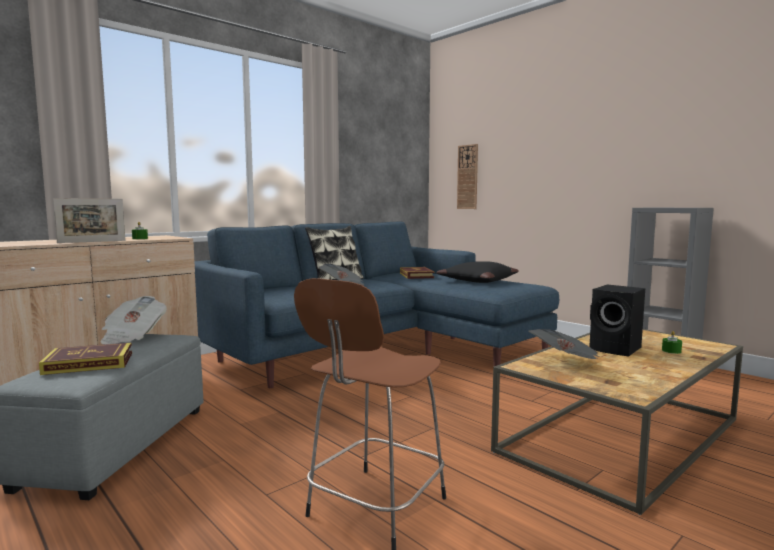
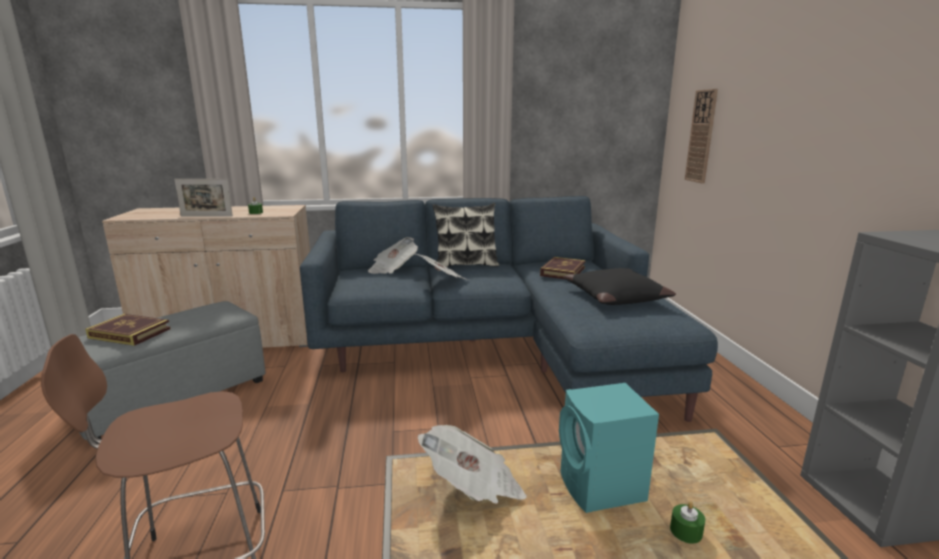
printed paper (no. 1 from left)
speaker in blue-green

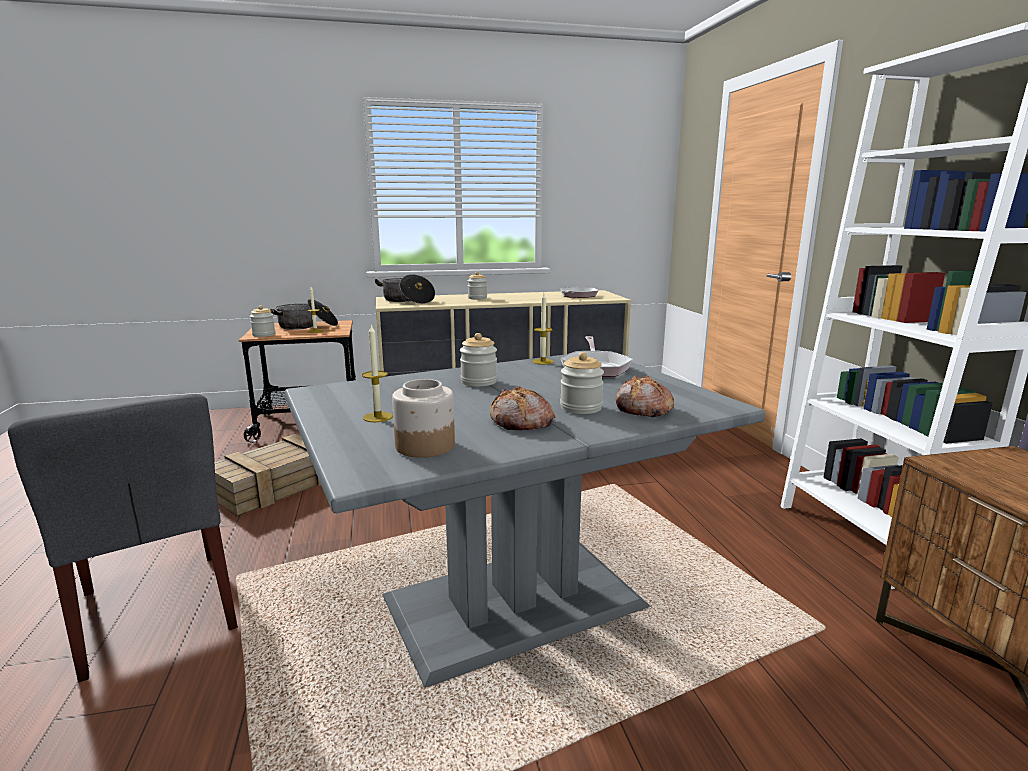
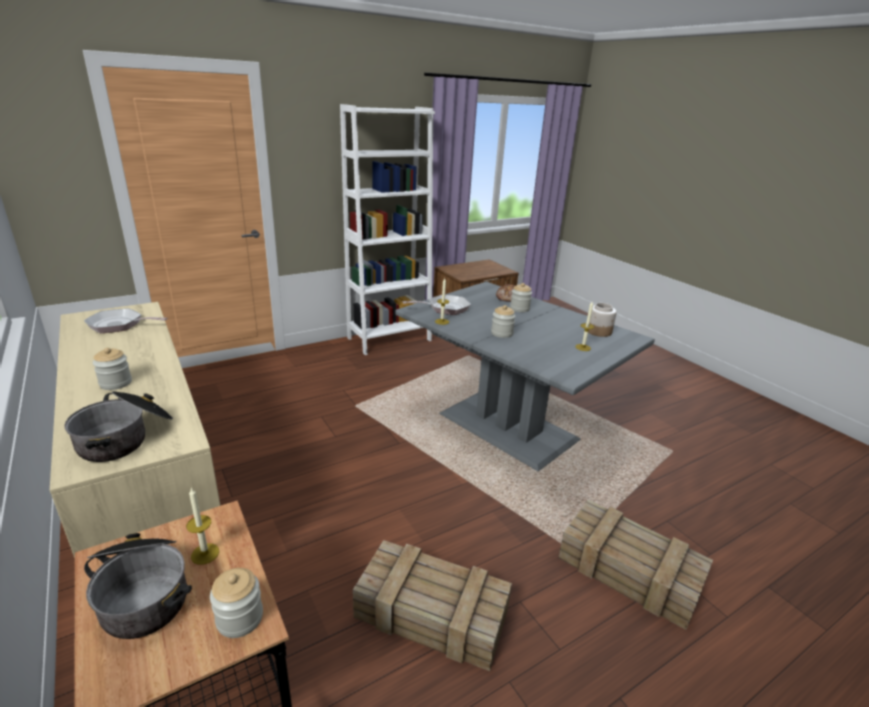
shipping crate (no. 2 from left)
bakery bread (no. 1 from left in the first image)

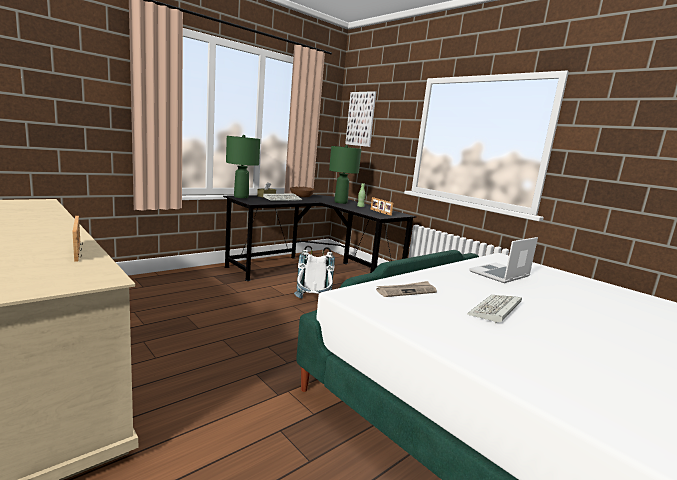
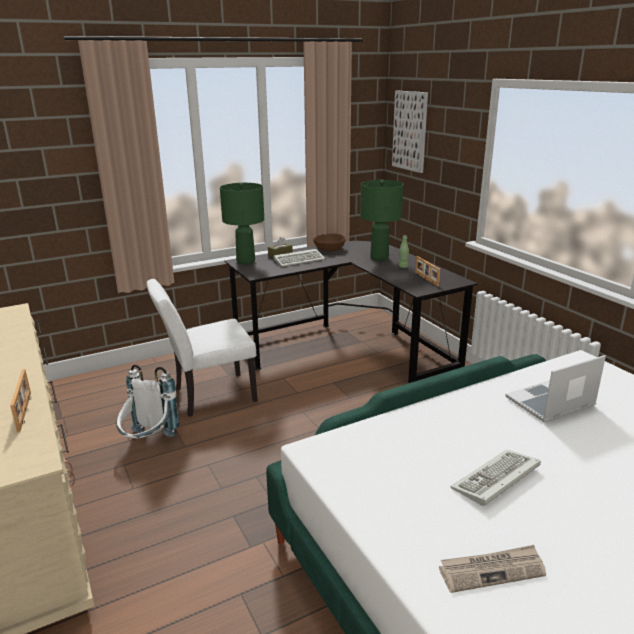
rucksack in whitish
printed paper
plain chair in whitish

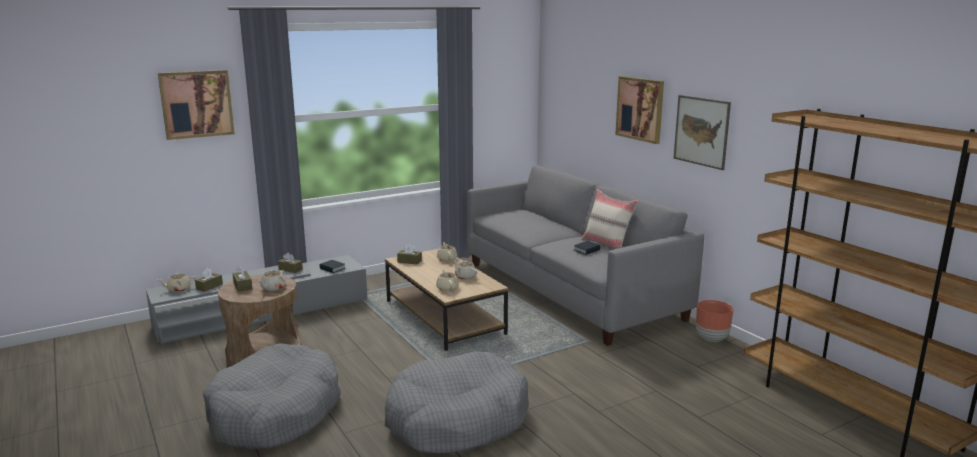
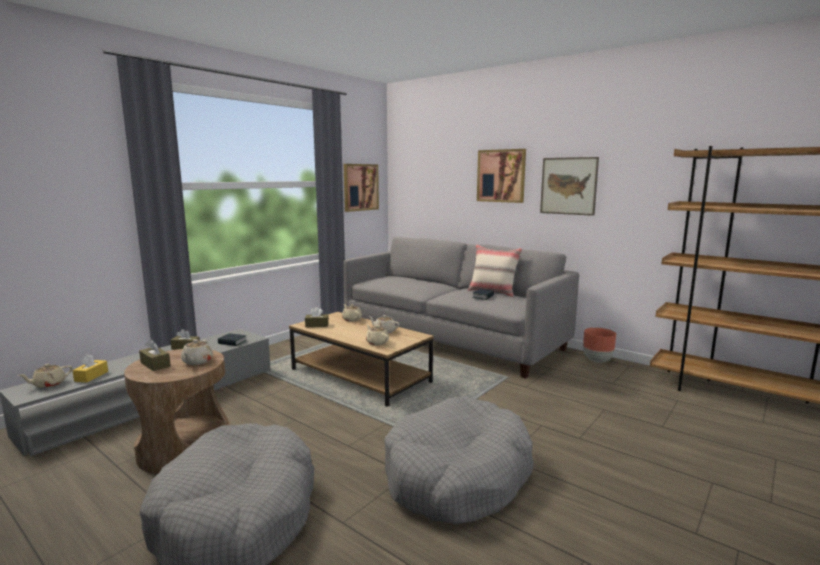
wall art (no. 1 from left)
tissue holder in yellow

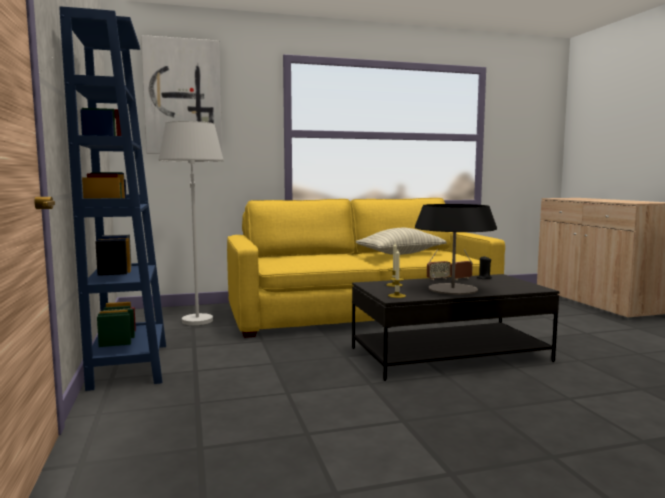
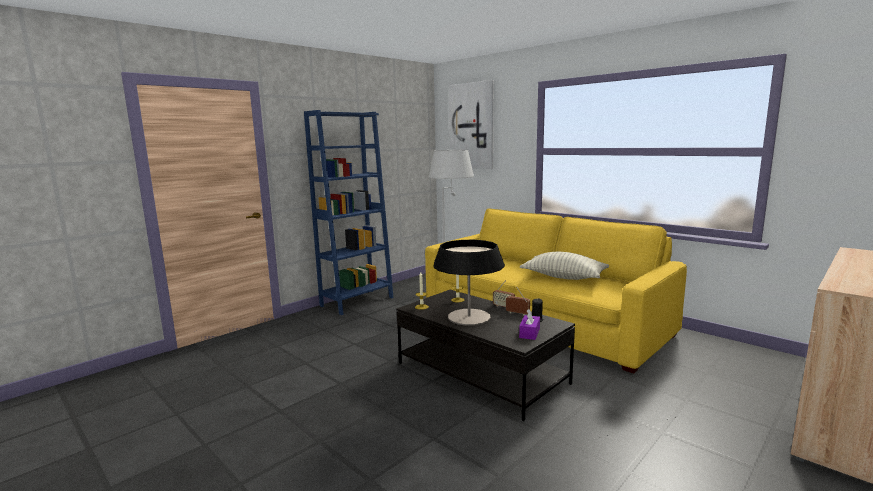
tissue holder in purple-coloured

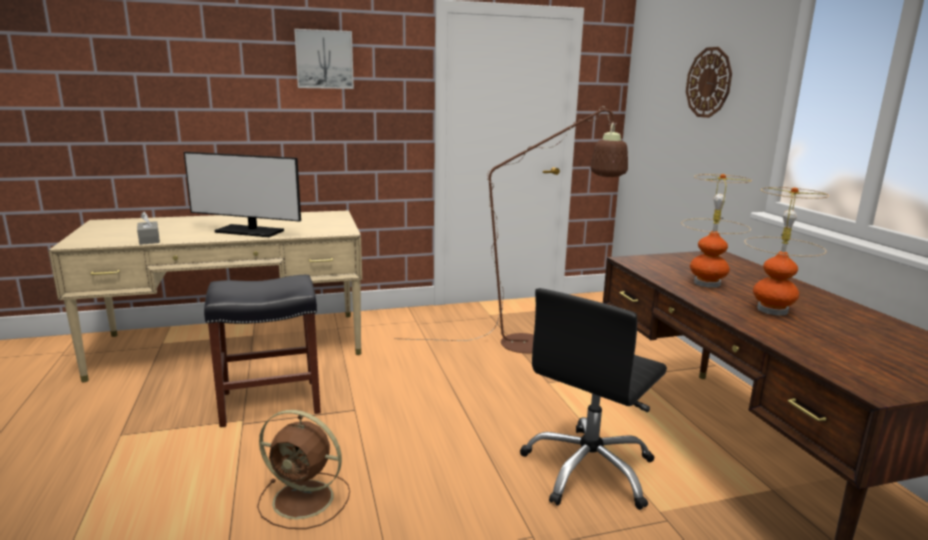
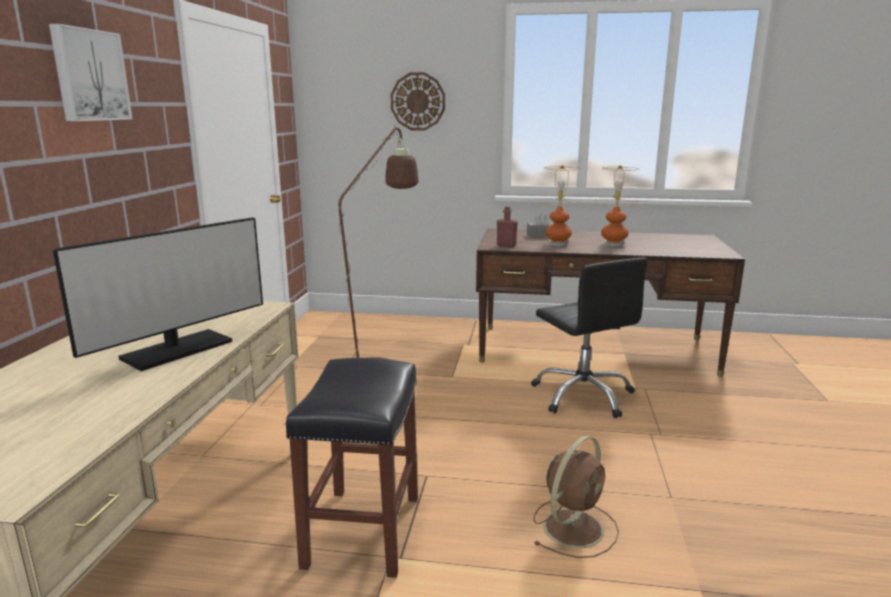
tissue holder in gray
bottle in red

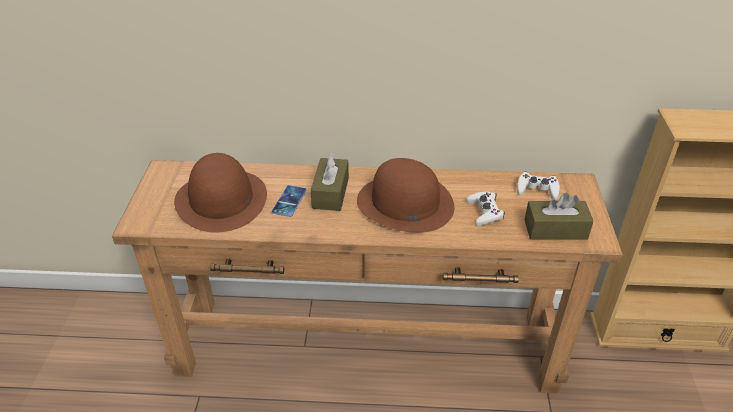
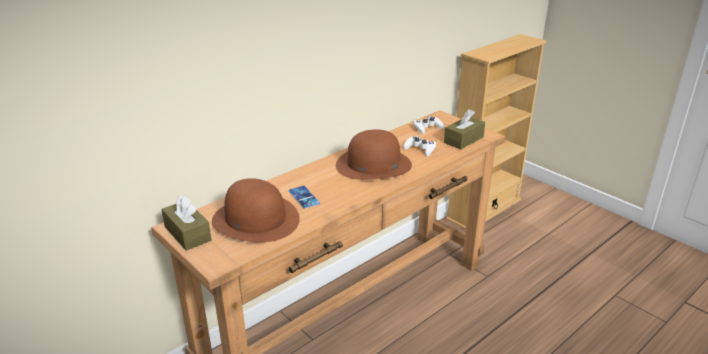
tissue holder in brown (no. 1 from left)

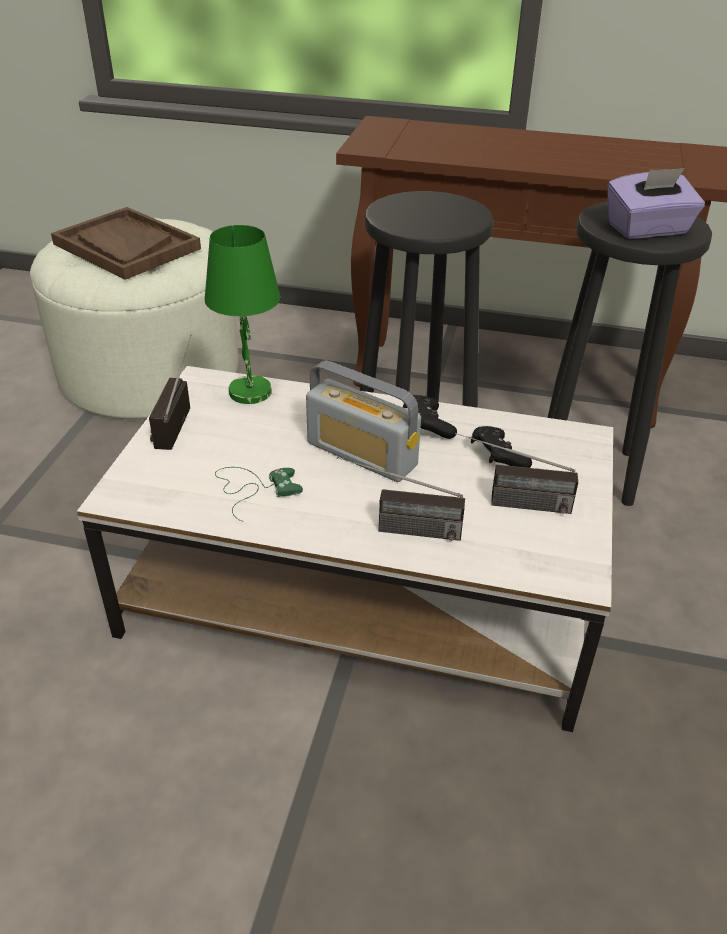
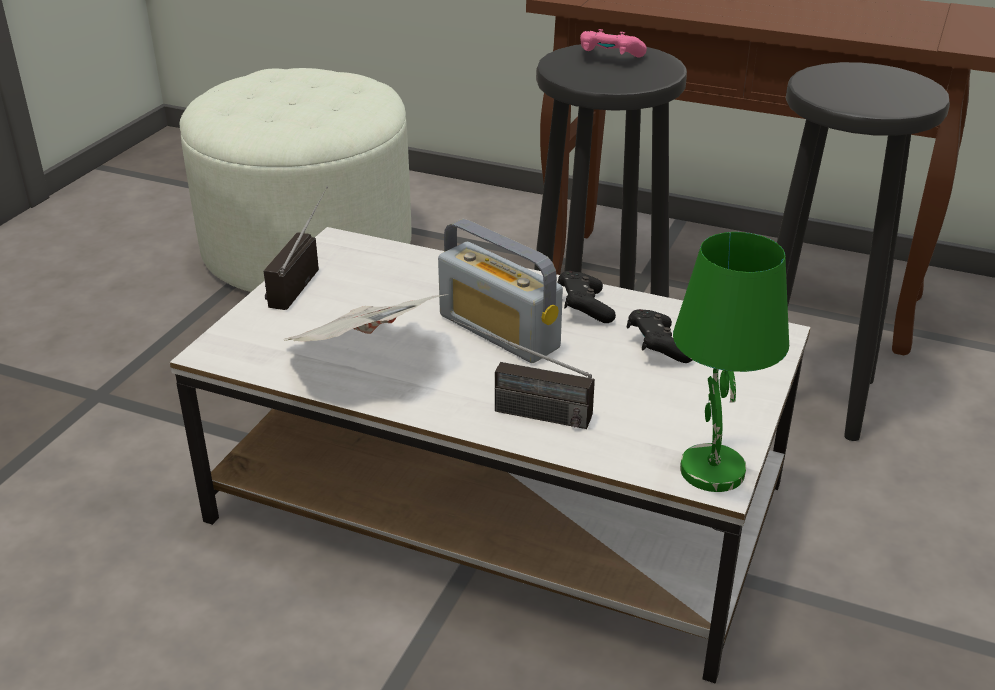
tray in brown
tabletop lamp in greenish
printed paper
radio (no. 4 from left in the first image)
tissue holder in purple-coloured
gamepad in pink

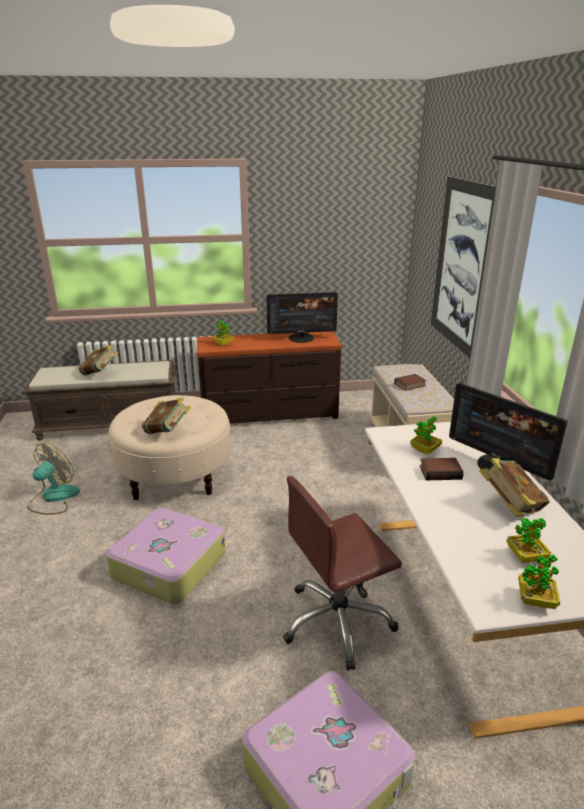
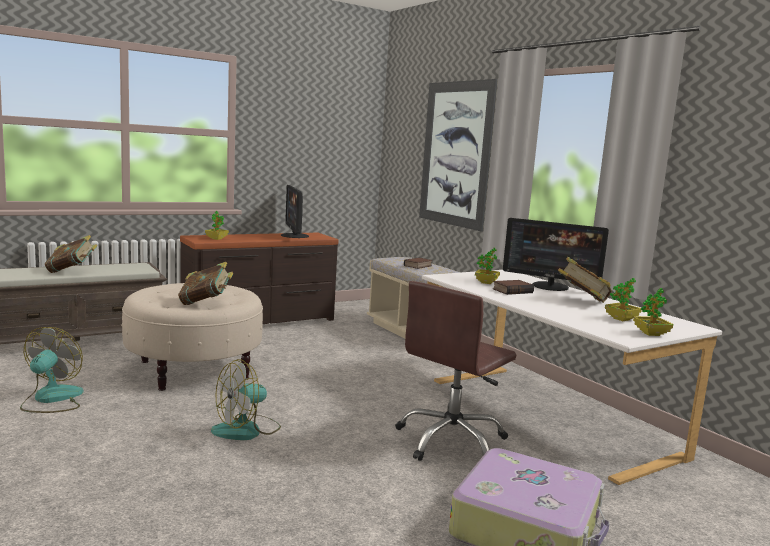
fan (no. 2 from left)
computer screen (no. 1 from left)

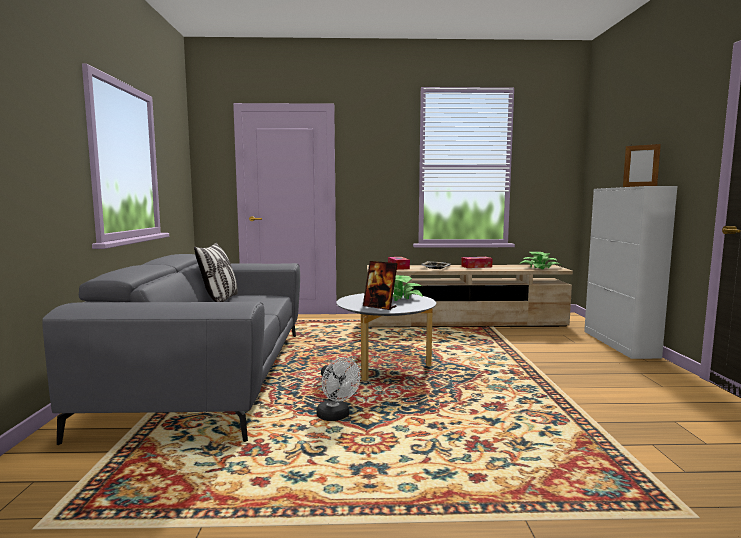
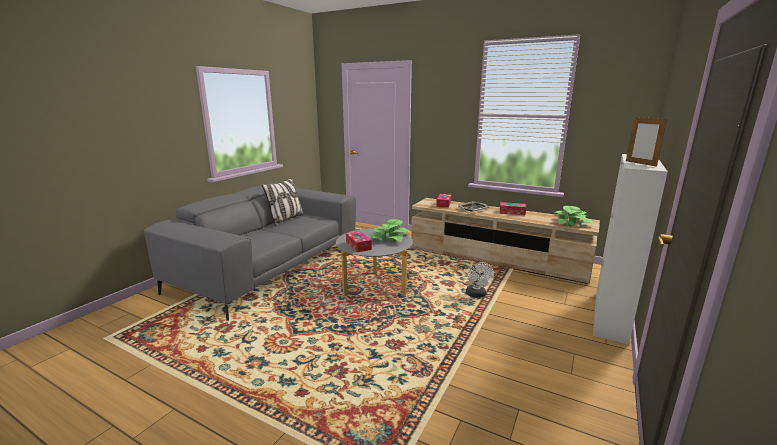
fan in whitish
tissue holder (no. 1 from left)

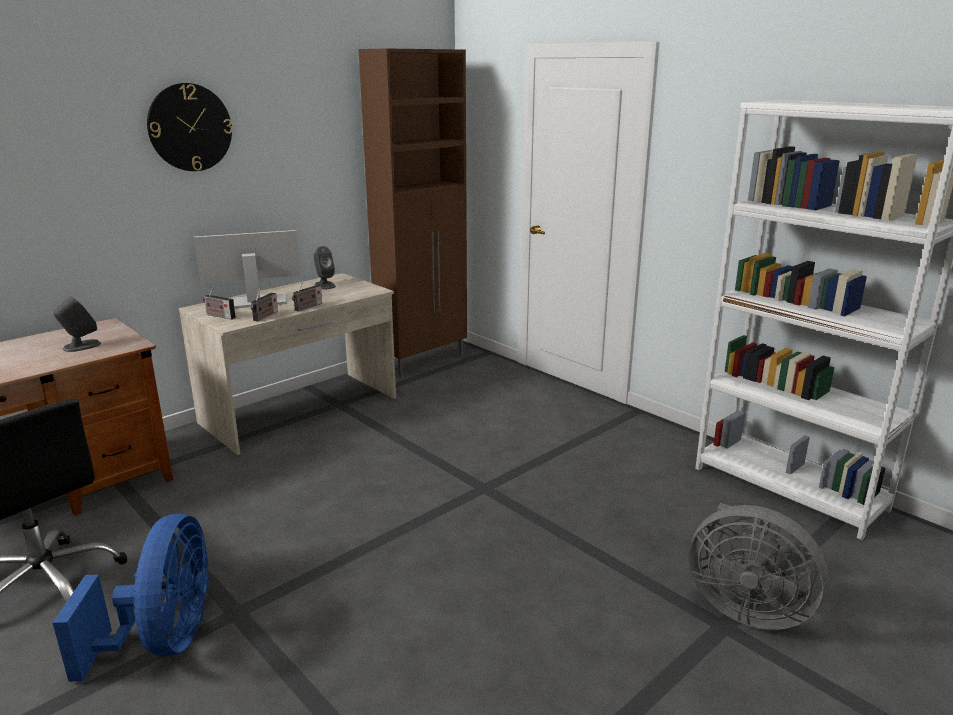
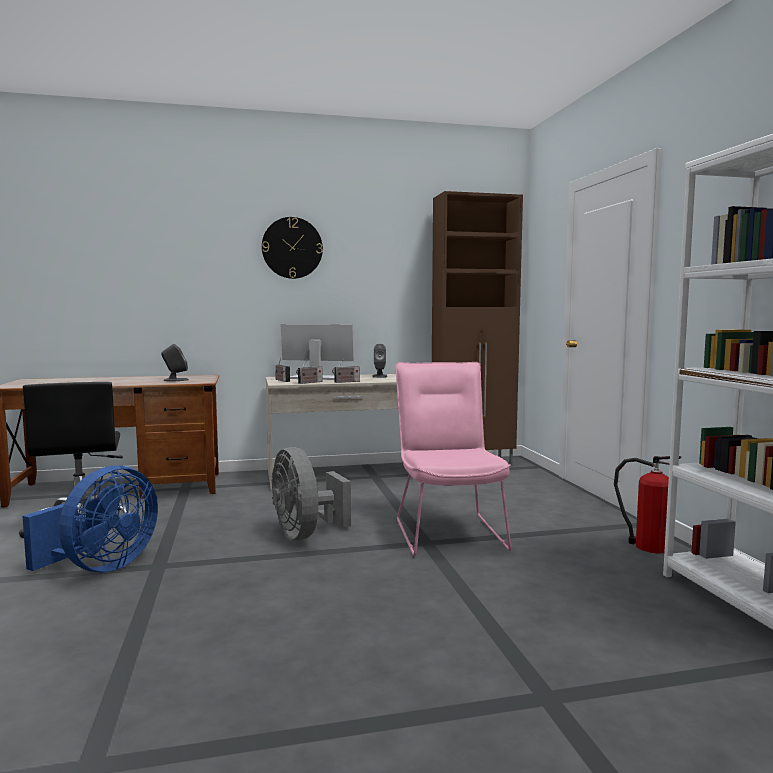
fan in gray
plain chair in pink
fire extinguisher

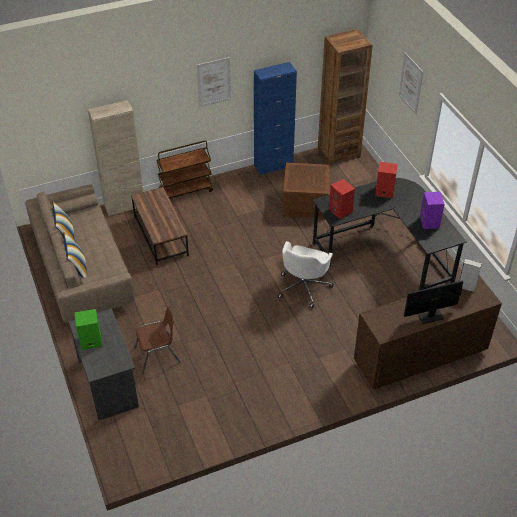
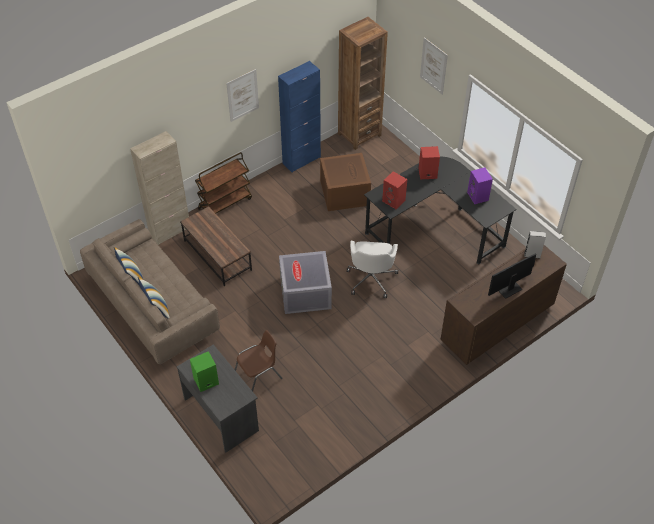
storage box in gray

